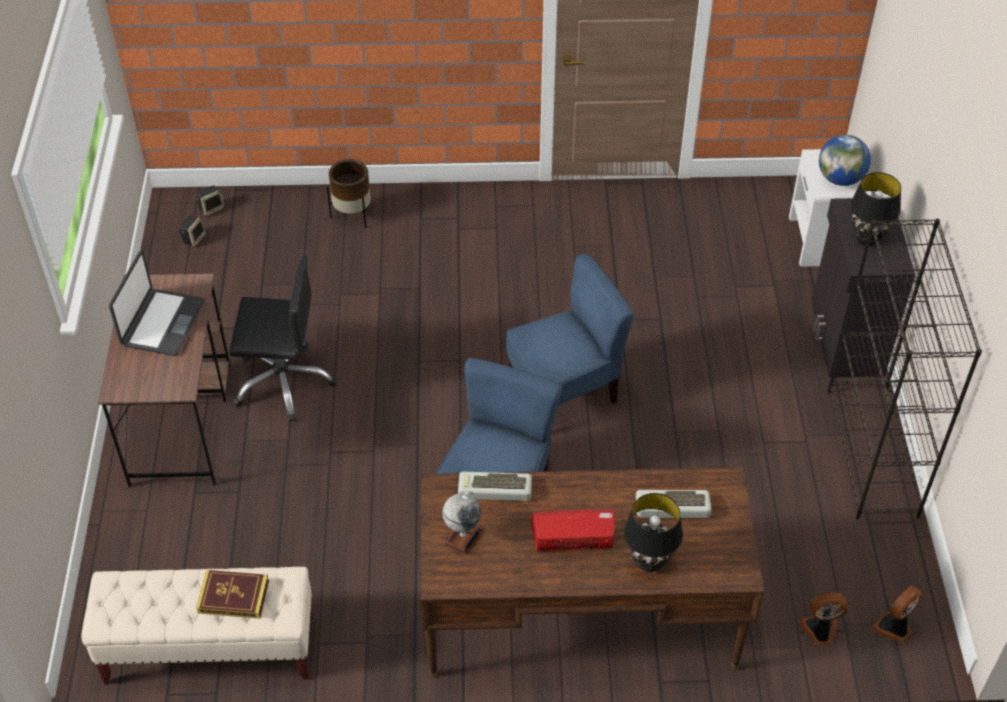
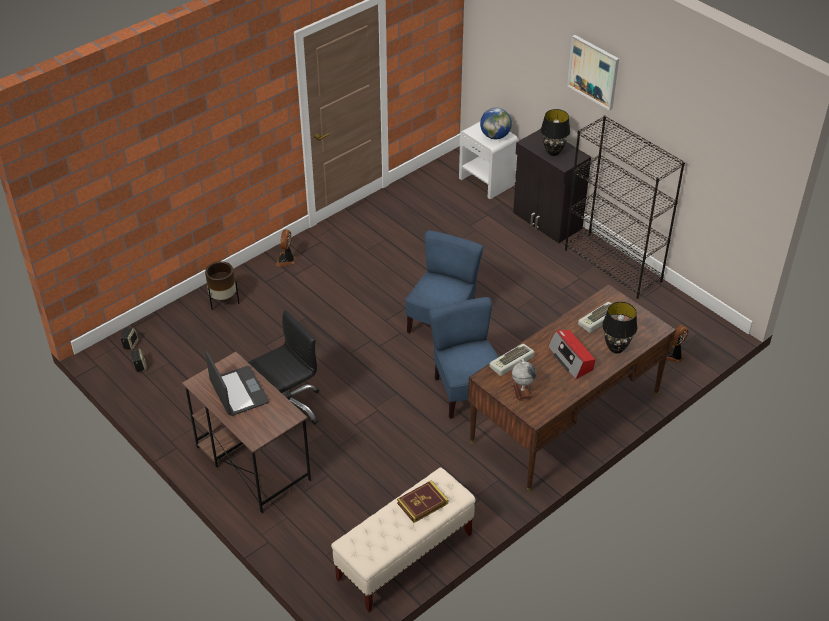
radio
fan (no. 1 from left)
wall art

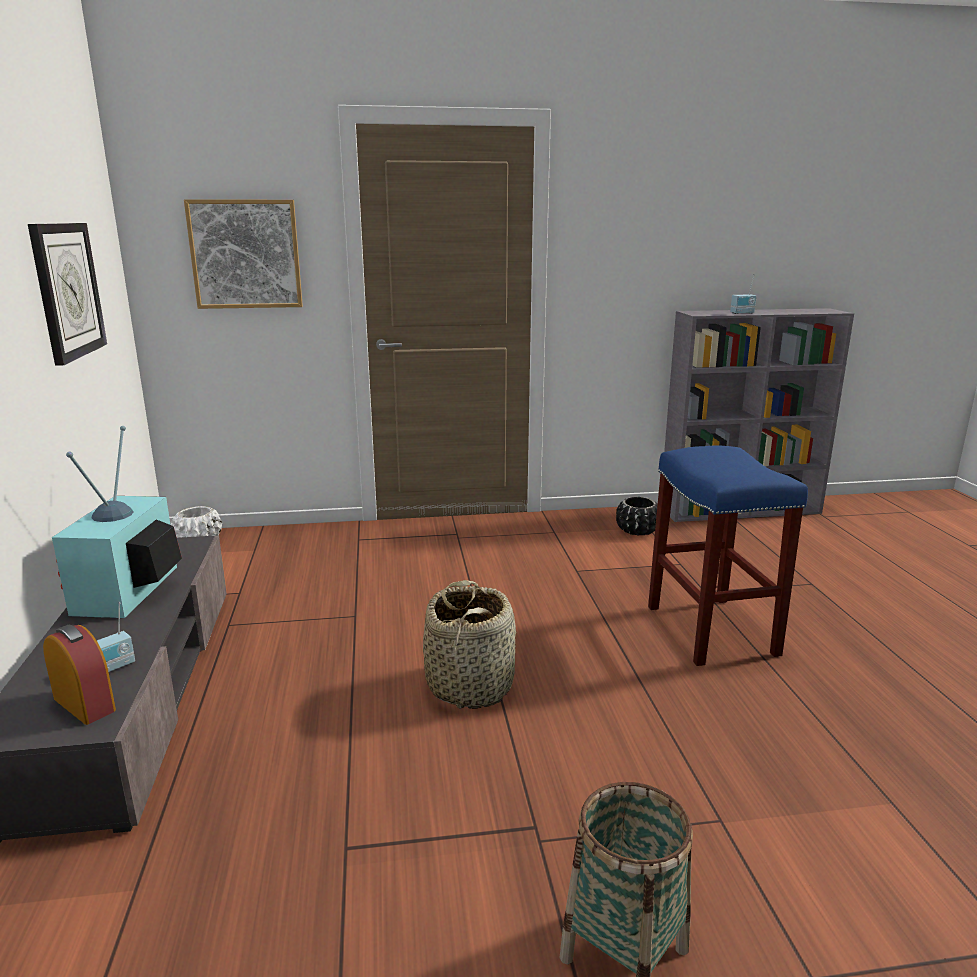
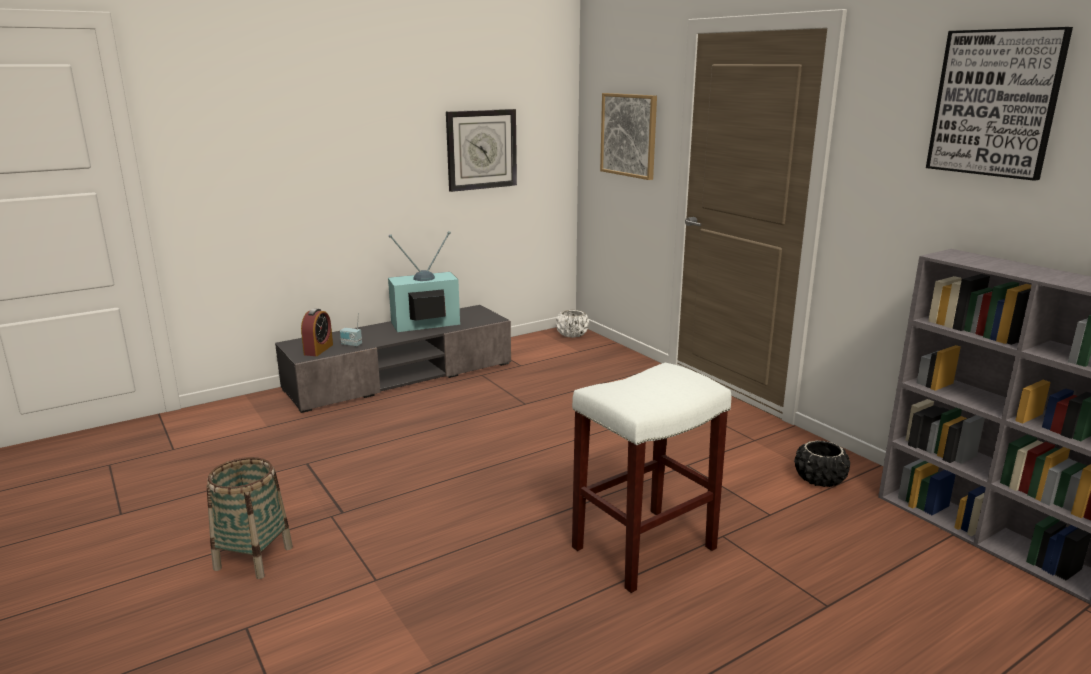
storage basket (no. 1 from left in the first image)
stool seat in whitish
radio (no. 2 from left in the first image)
wall art (no. 2 from left)

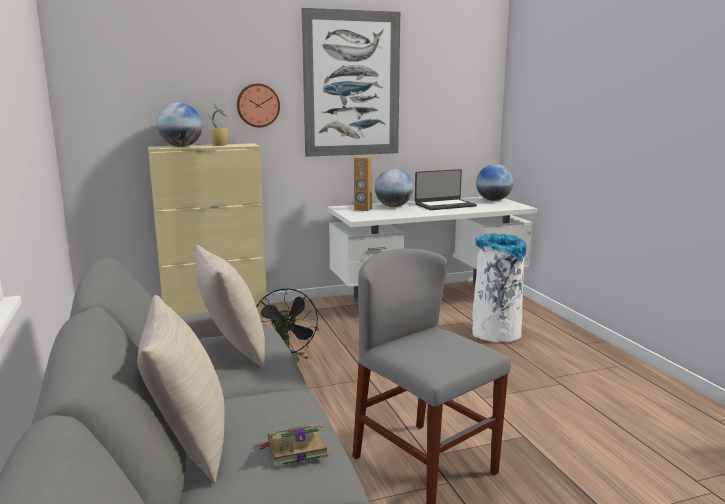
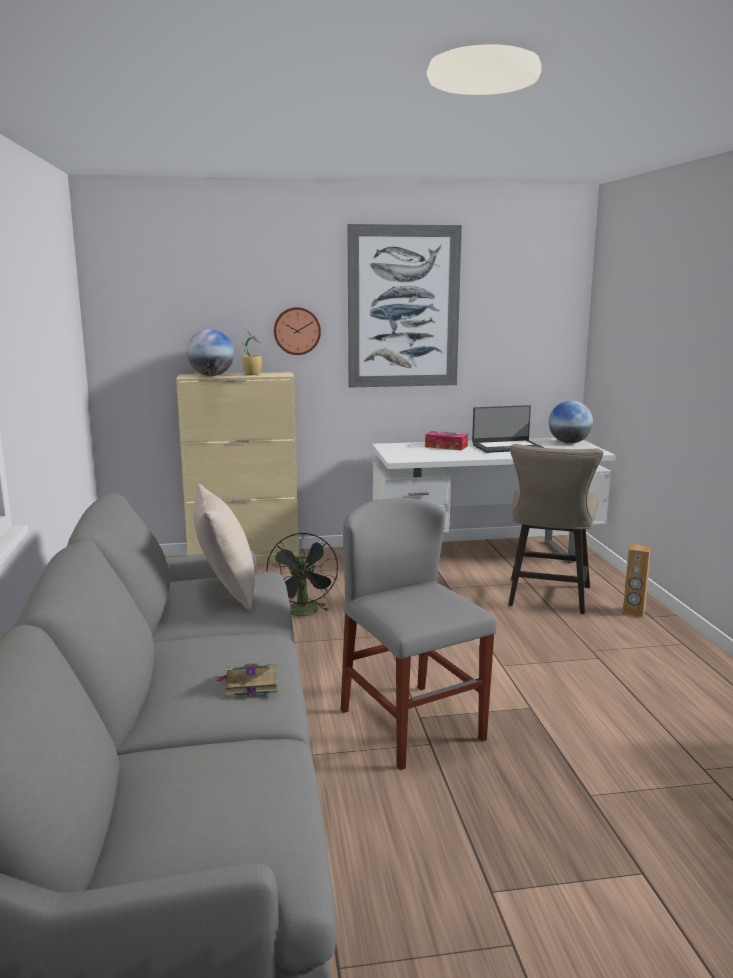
throw pillow in beige-coloured (no. 1 from left in the first image)
speaker in brown
tissue holder
stool seat in beige-coloured

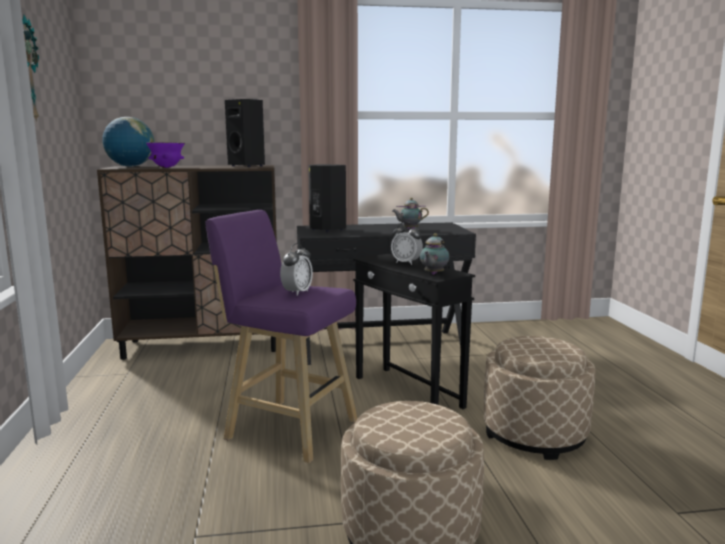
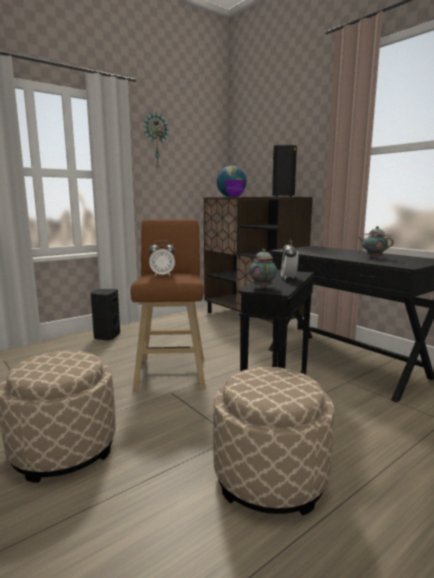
stool seat in brown
speaker in black-coloured (no. 1 from left)
teapot (no. 1 from left)

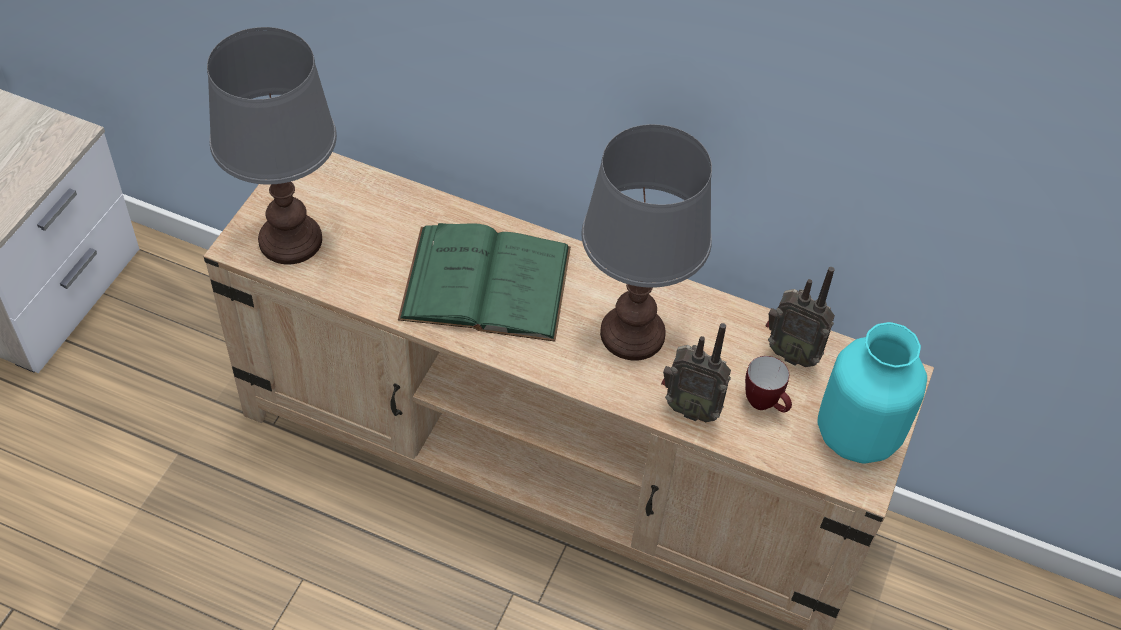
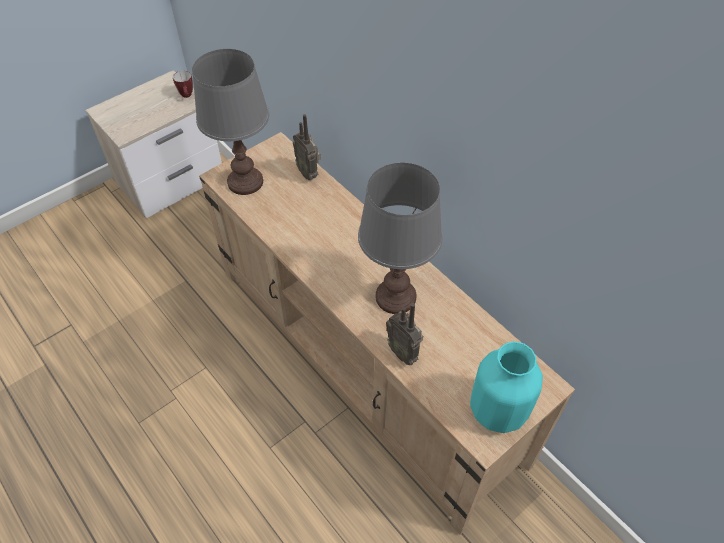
volume in greenish
coffee mug
radio (no. 1 from left)

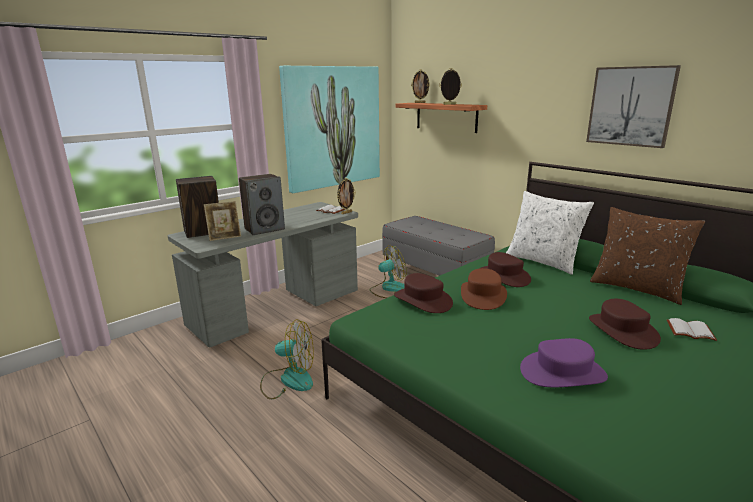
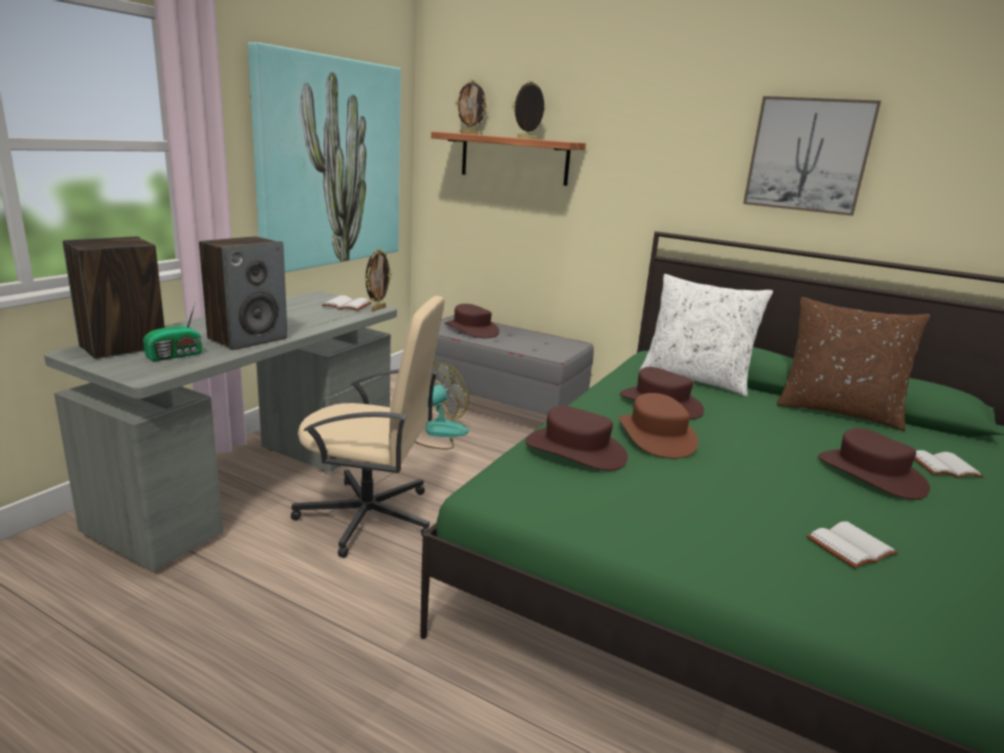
radio
fan (no. 1 from left in the first image)
volume in whitish (no. 2 from left)
desk chair in beige-coloured
clothing hat in brown (no. 1 from left)

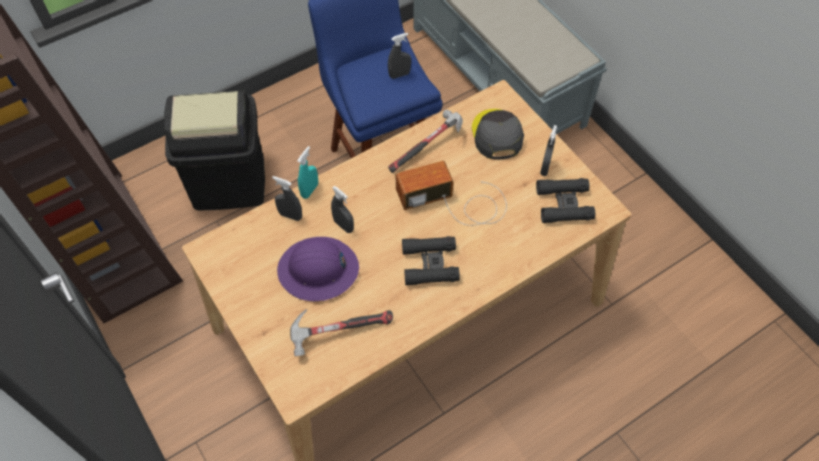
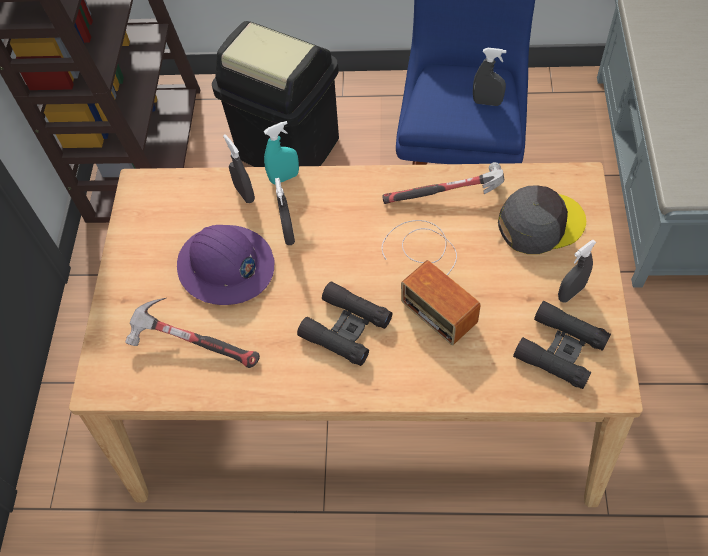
radio
cap in gray

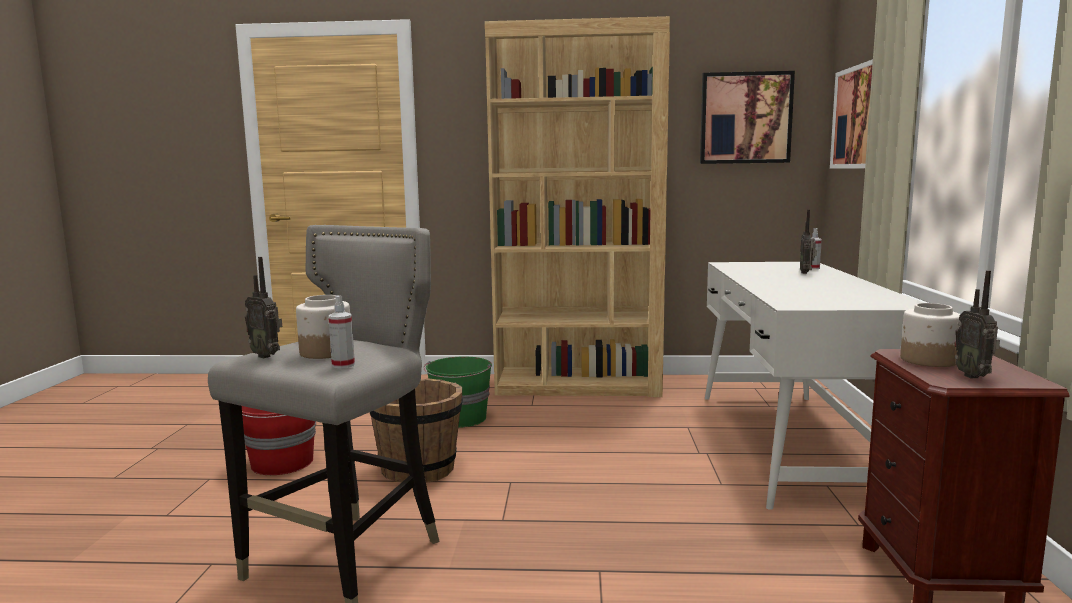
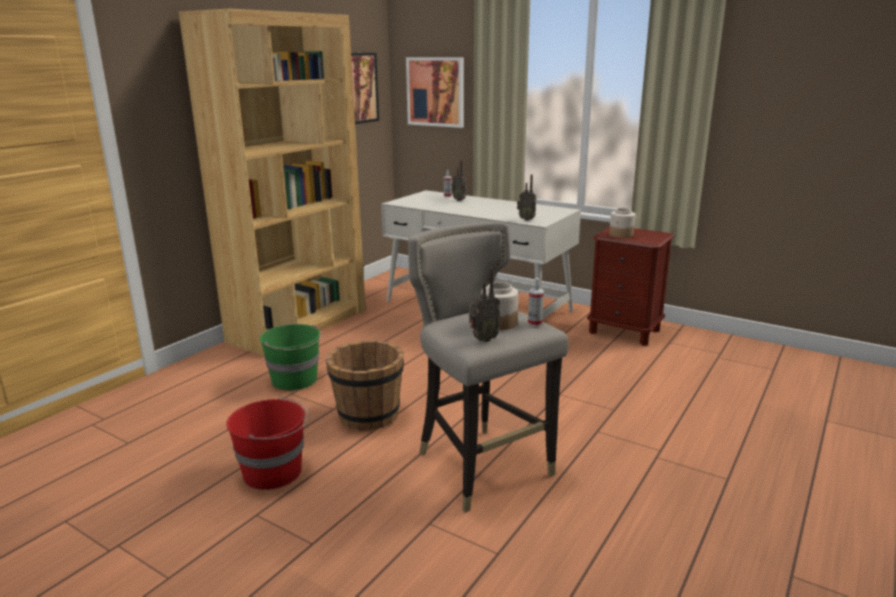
radio (no. 3 from left)

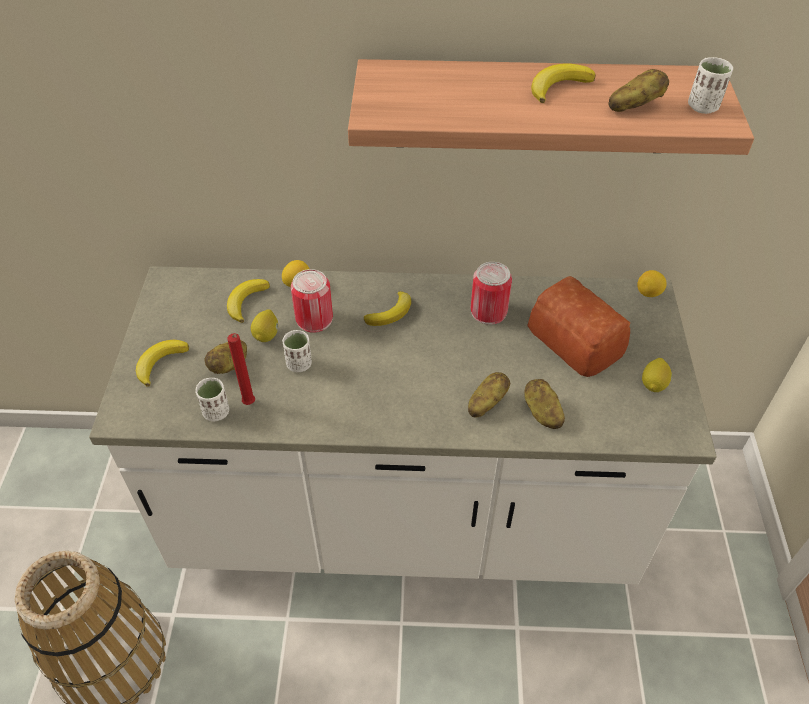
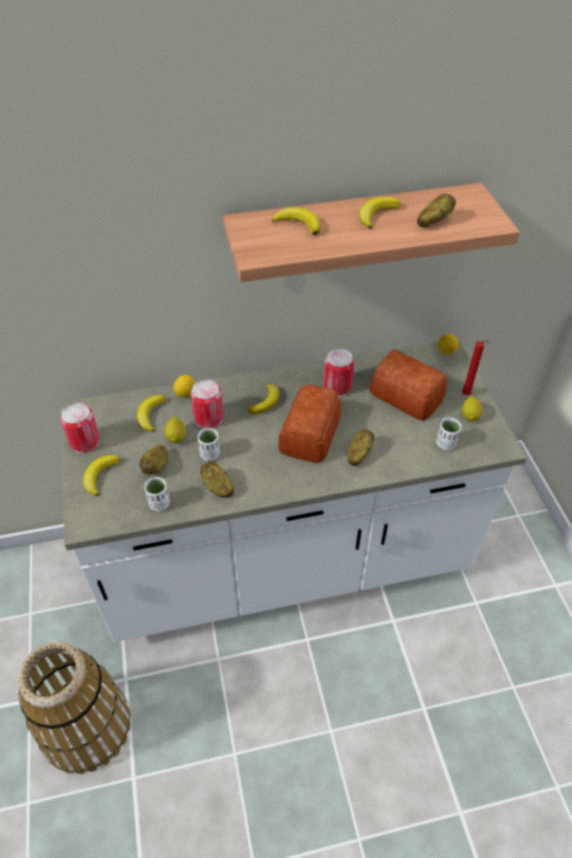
wax light in red
potato (no. 2 from left)
cup in whitish (no. 3 from left)
sealed can (no. 1 from left)
banana fruit (no. 4 from left)
bakery bread (no. 1 from left)

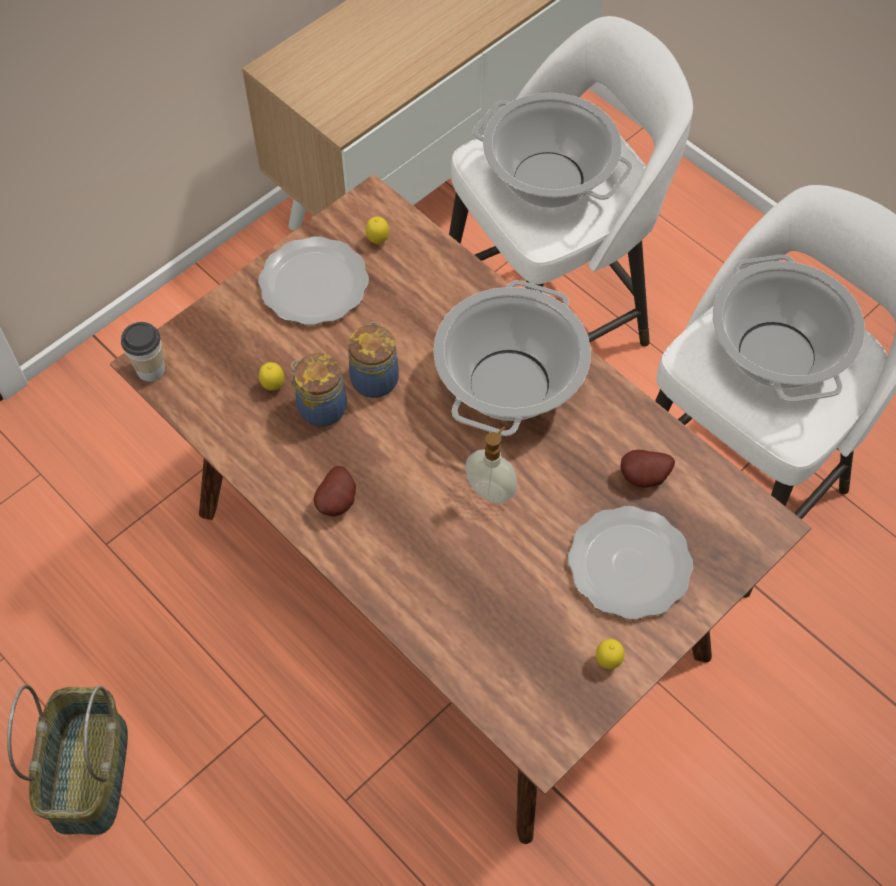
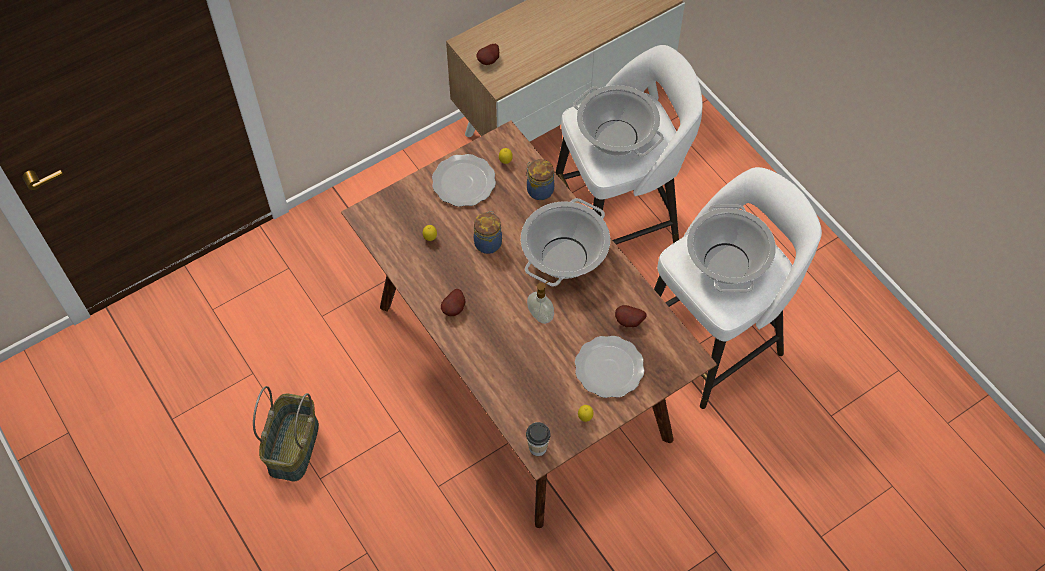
cup
jar (no. 2 from left)
potato (no. 2 from left)

